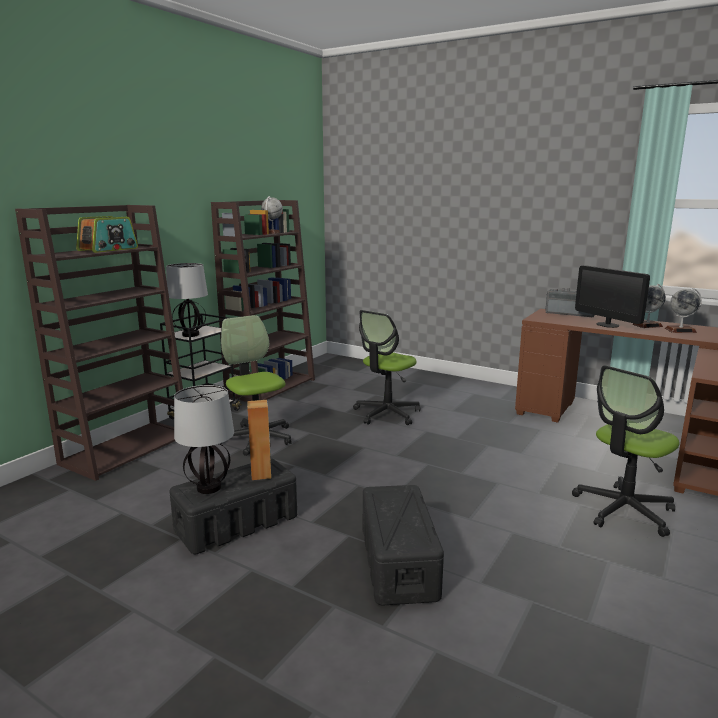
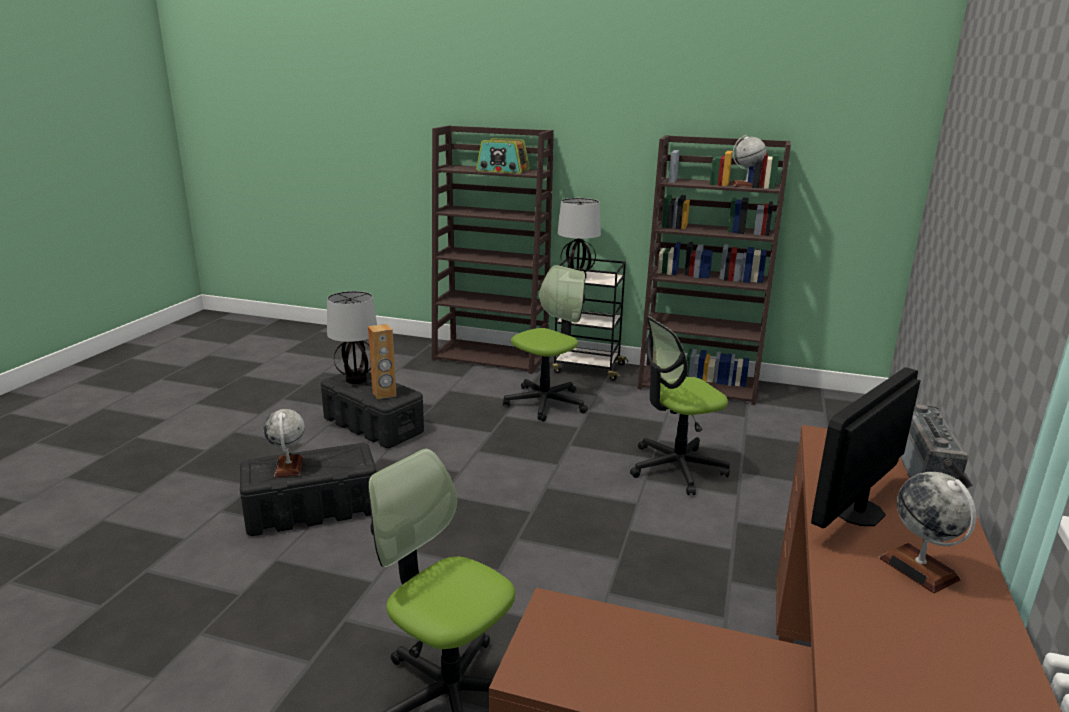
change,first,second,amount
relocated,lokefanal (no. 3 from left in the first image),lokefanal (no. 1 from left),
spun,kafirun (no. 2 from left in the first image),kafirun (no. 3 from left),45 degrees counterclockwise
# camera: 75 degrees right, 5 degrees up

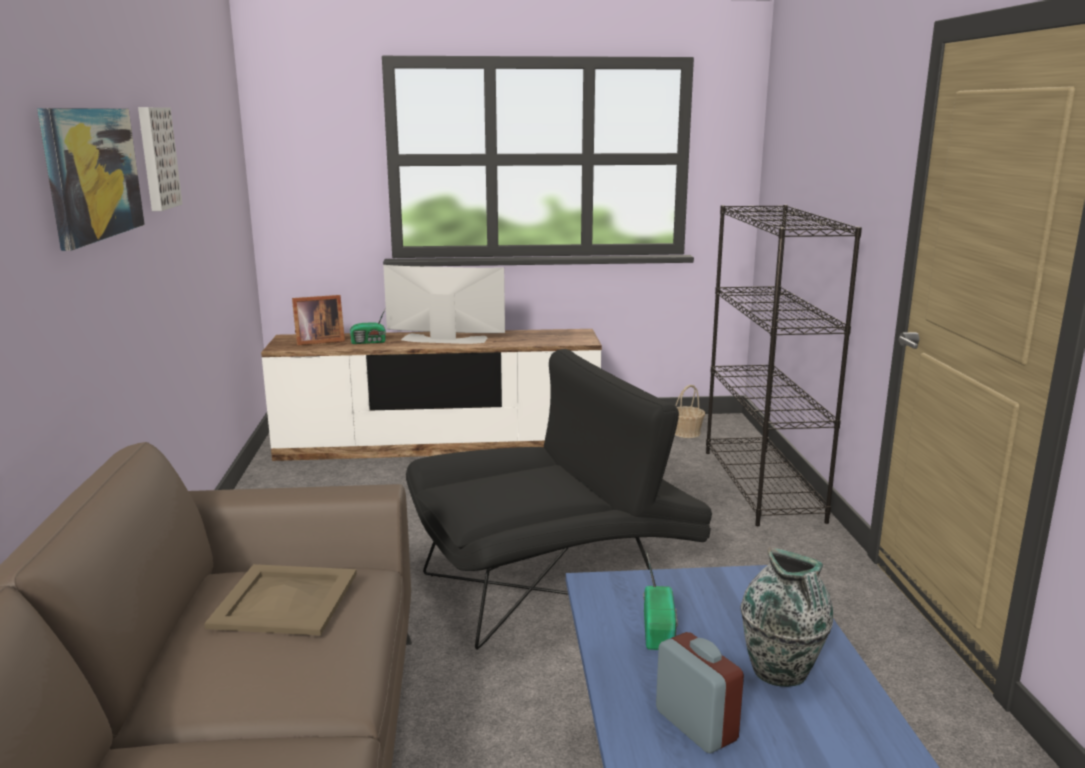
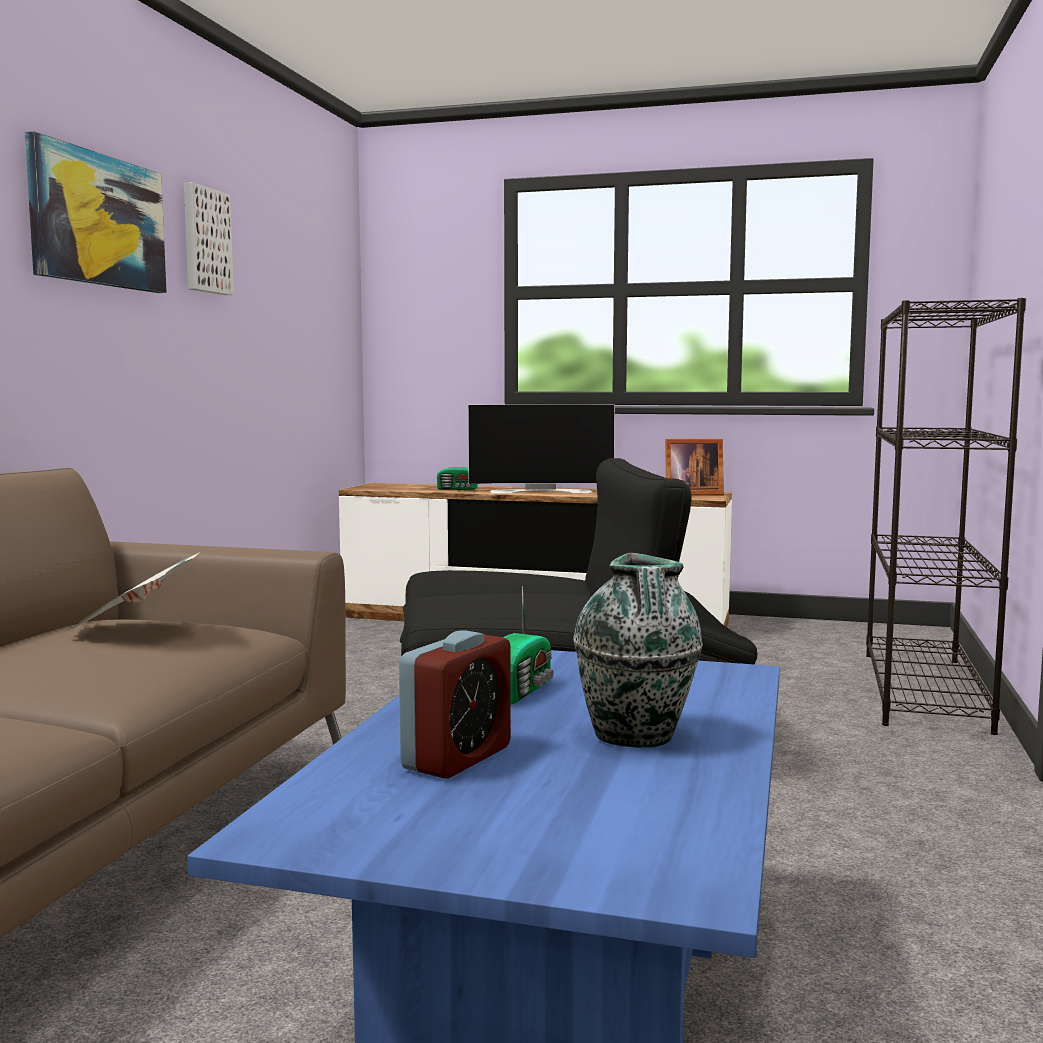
change,first,second,amount
missing,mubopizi,,
relocated,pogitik,,
exchanged,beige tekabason,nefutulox,
spun,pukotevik,,150 degrees clockwise
spun,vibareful,,45 degrees clockwise
# camera: 20 degrees right, 10 degrees down

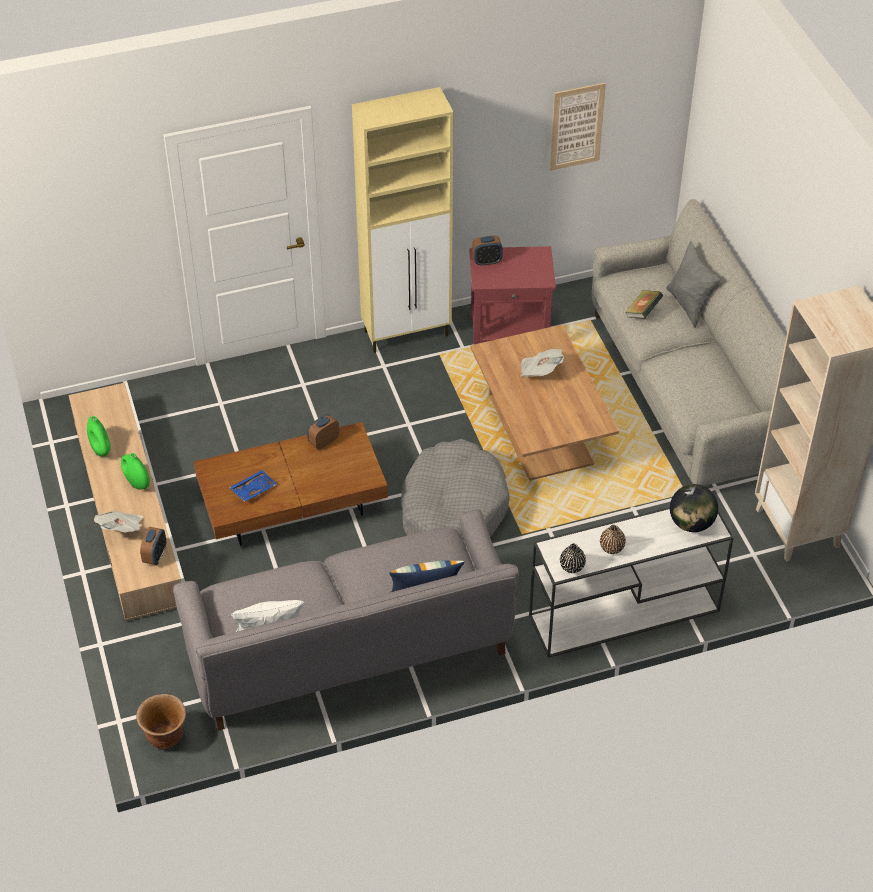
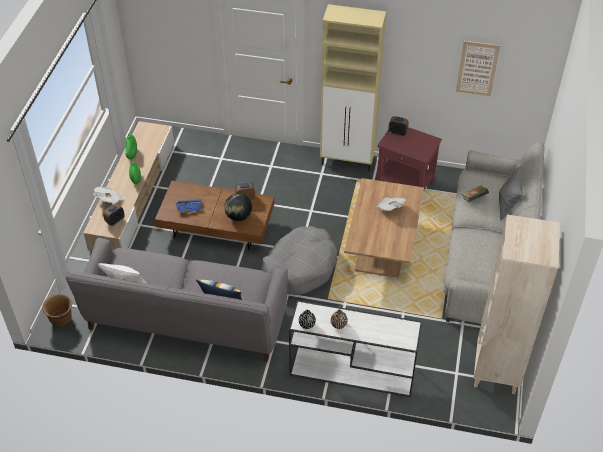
change,first,second,amount
relocated,lokefanal,,
# camera: 30 degrees right, 0 degrees up

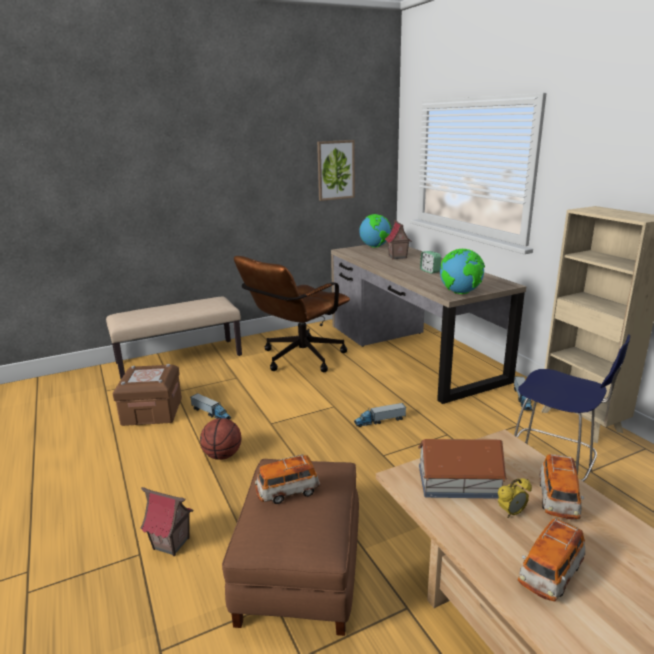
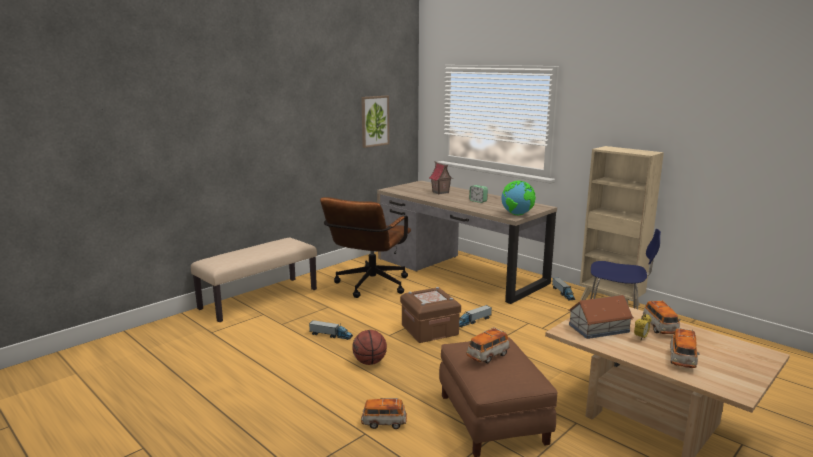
change,first,second,amount
missing,lokefanal (no. 1 from left),,
relocated,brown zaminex,,
exchanged,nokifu (no. 1 from left),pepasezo (no. 1 from left),
# camera: 20 degrees left, 5 degrees down

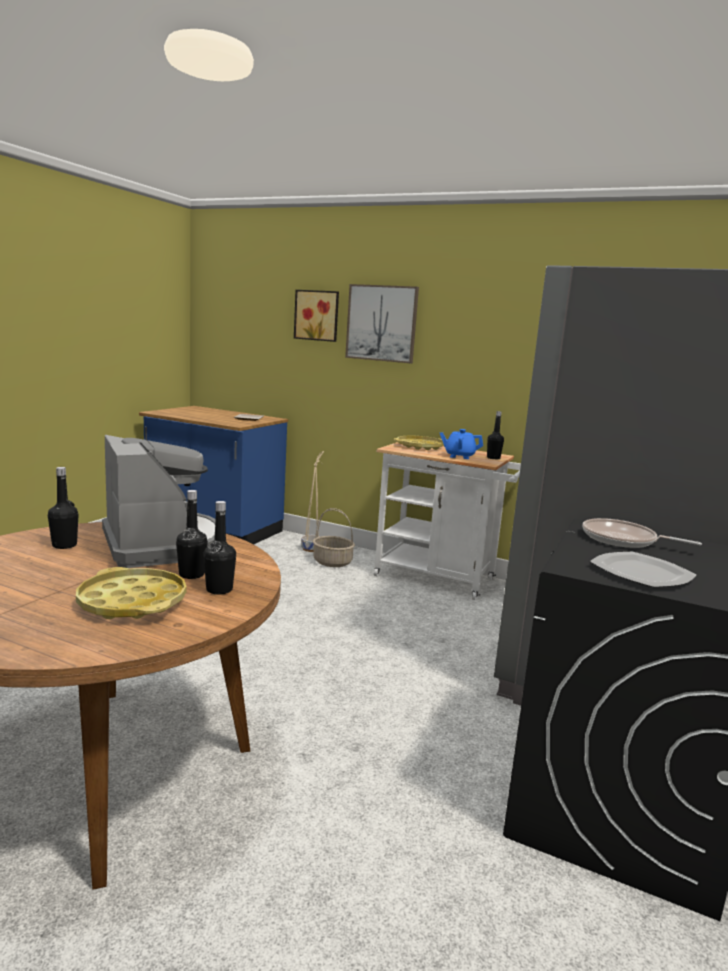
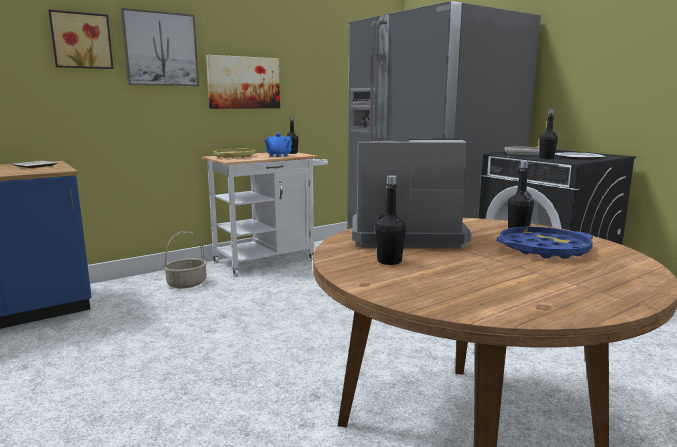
change,first,second,amount
missing,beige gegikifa,,
appeared,,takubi (no. 3 from left),
relocated,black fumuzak (no. 2 from left in the first image),black fumuzak (no. 4 from left),
colour,yellow tekabason (no. 1 from left),blue tekabason,
# camera: 60 degrees left, 0 degrees up

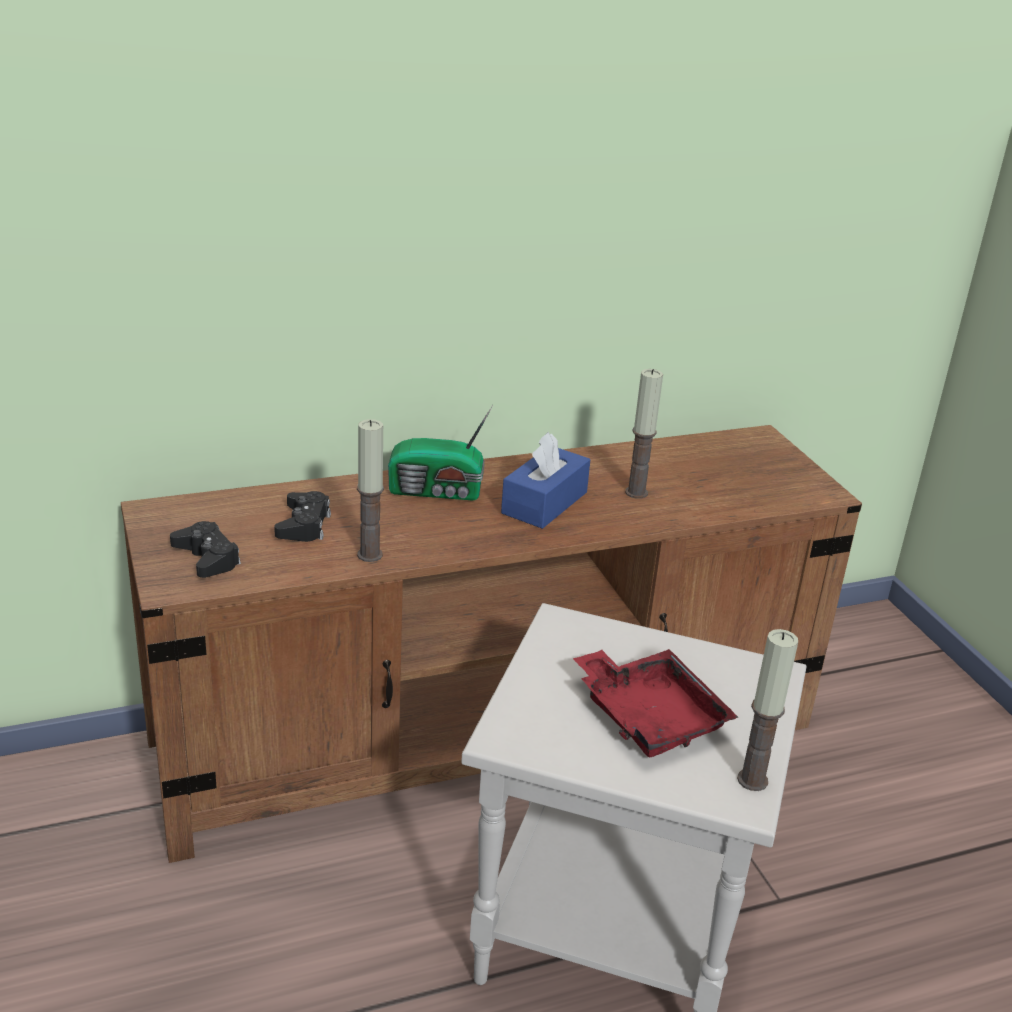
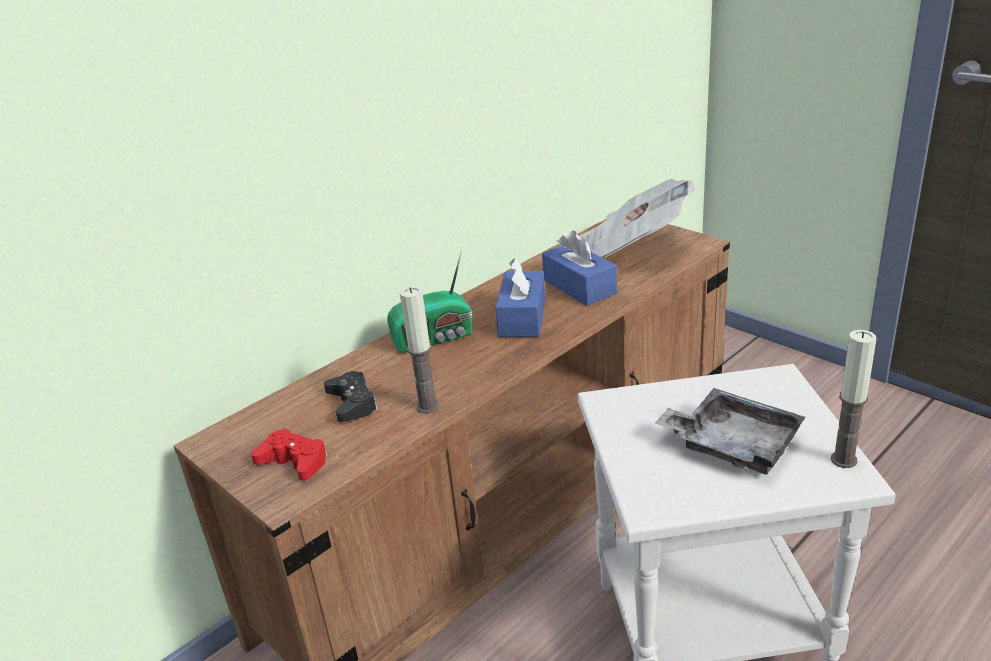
change,first,second,amount
appeared,,nefutulox,
exchanged,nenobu (no. 2 from left),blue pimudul (no. 2 from left),
colour,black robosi (no. 1 from left),red robosi,
colour,red tekabason,grey tekabason,
# camera: 20 degrees left, 0 degrees up

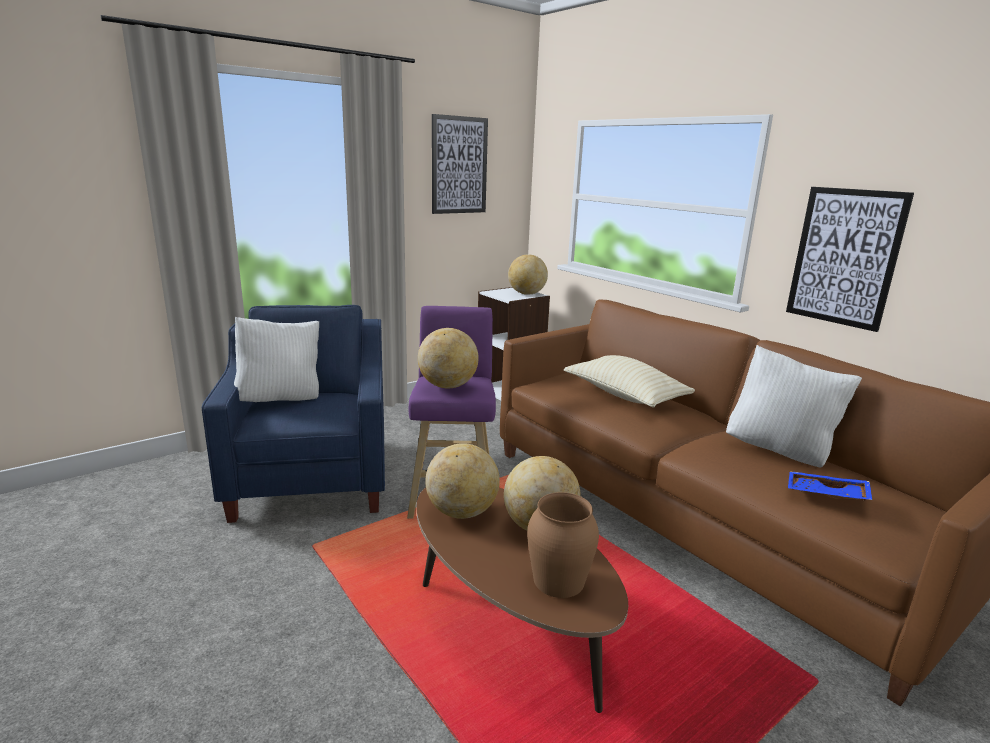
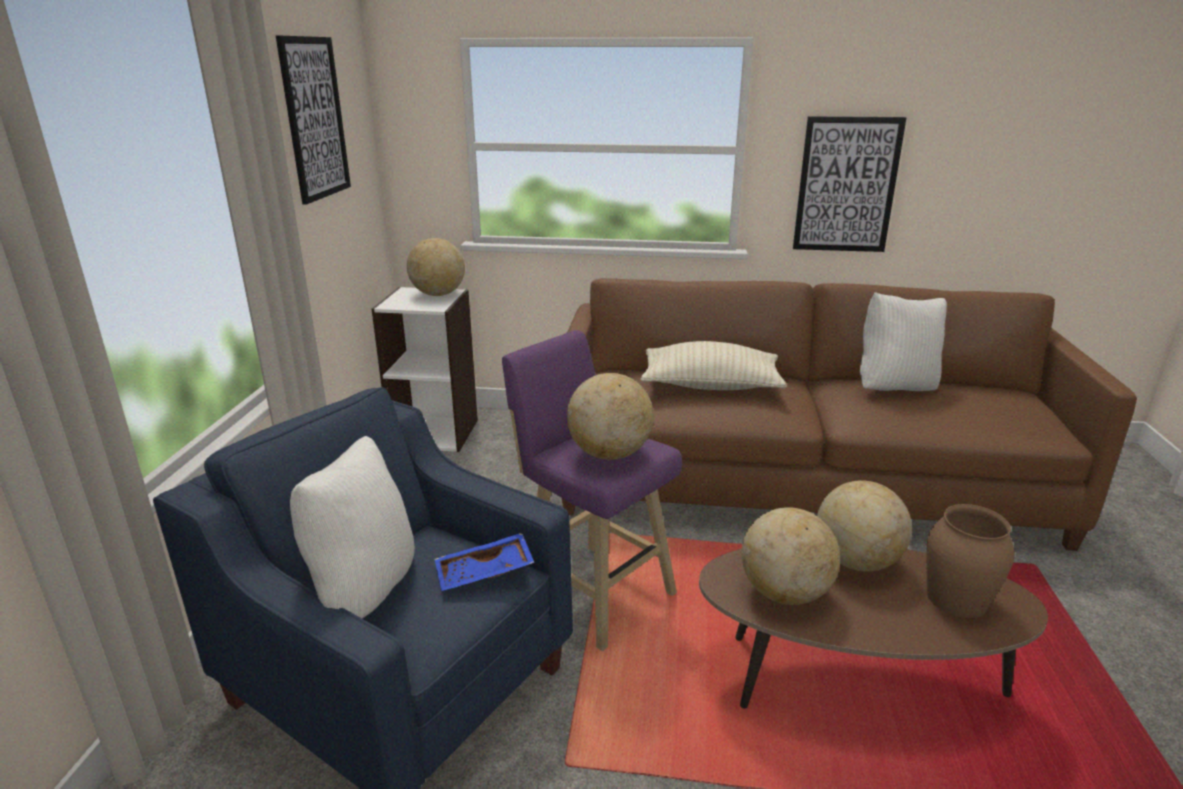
change,first,second,amount
relocated,blue tekabason,,
# camera: 45 degrees left, 5 degrees up

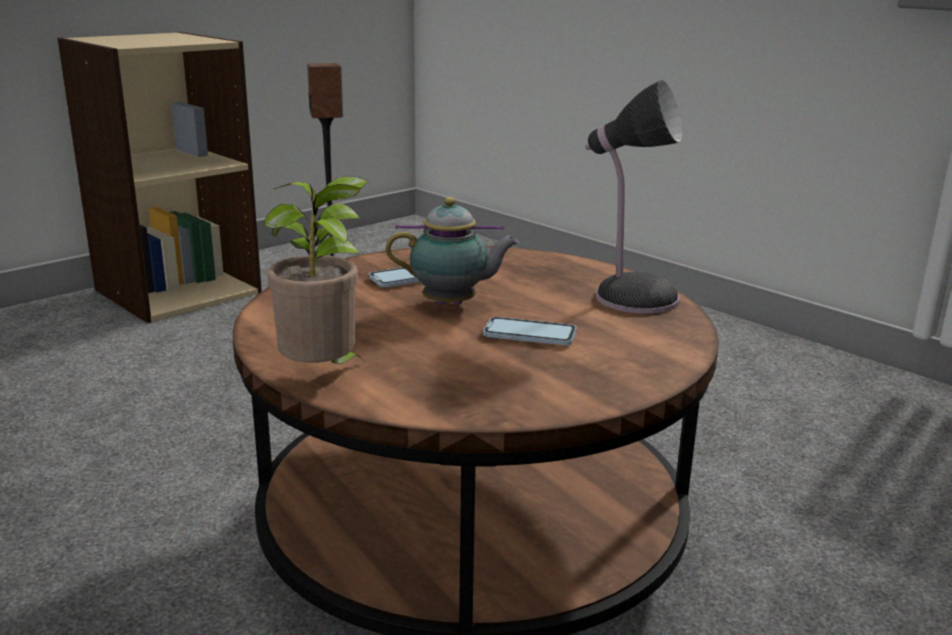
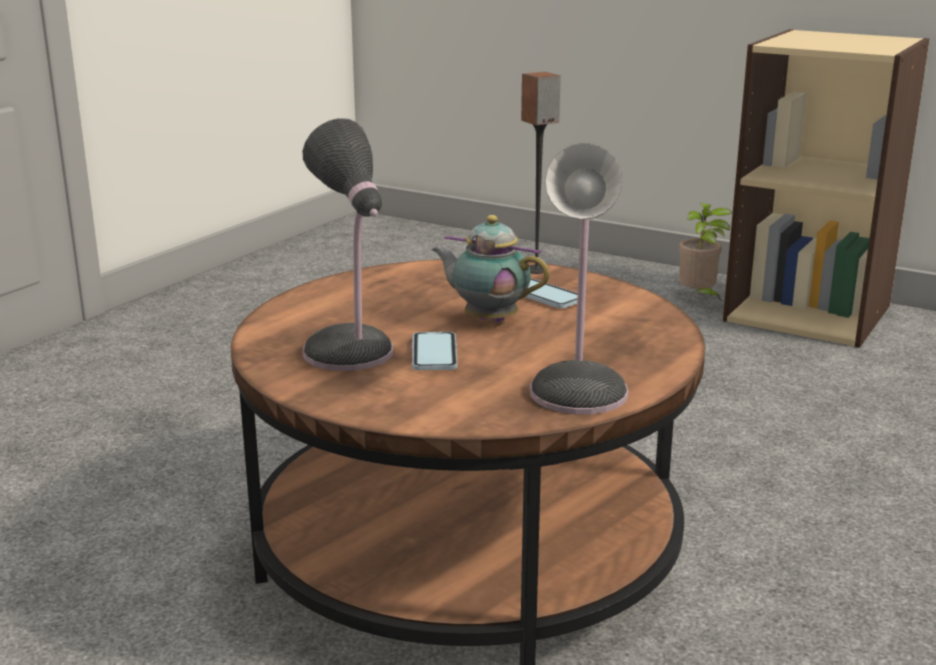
change,first,second,amount
appeared,,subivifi (no. 1 from left),
relocated,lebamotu,,
spun,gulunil,,135 degrees clockwise
# camera: 75 degrees right, 0 degrees up

